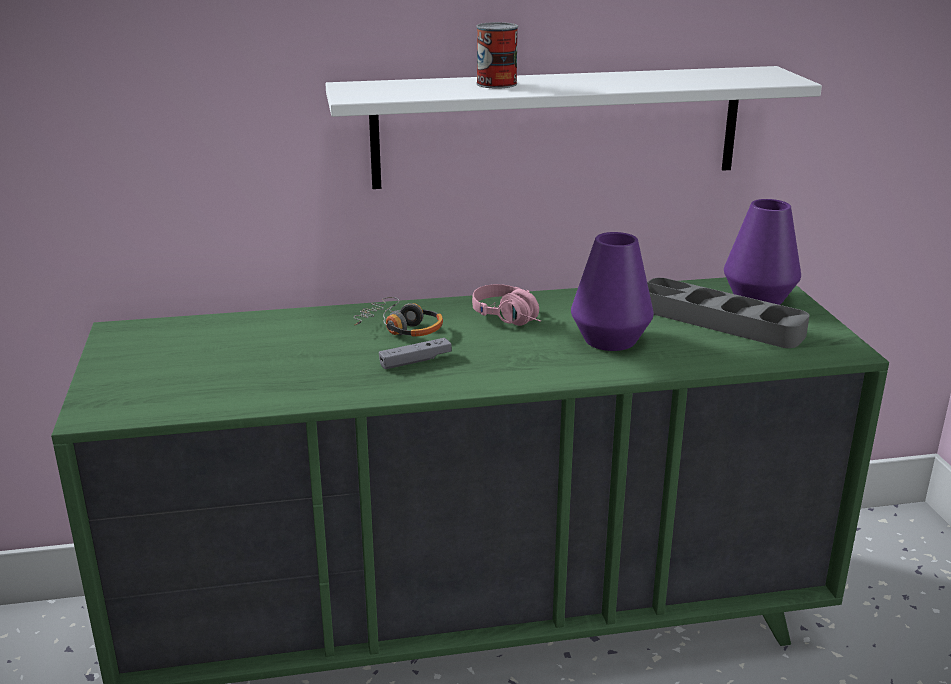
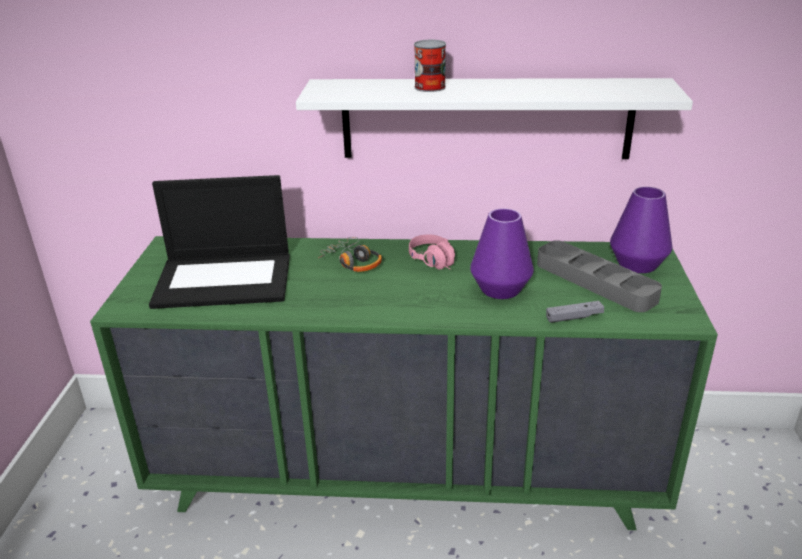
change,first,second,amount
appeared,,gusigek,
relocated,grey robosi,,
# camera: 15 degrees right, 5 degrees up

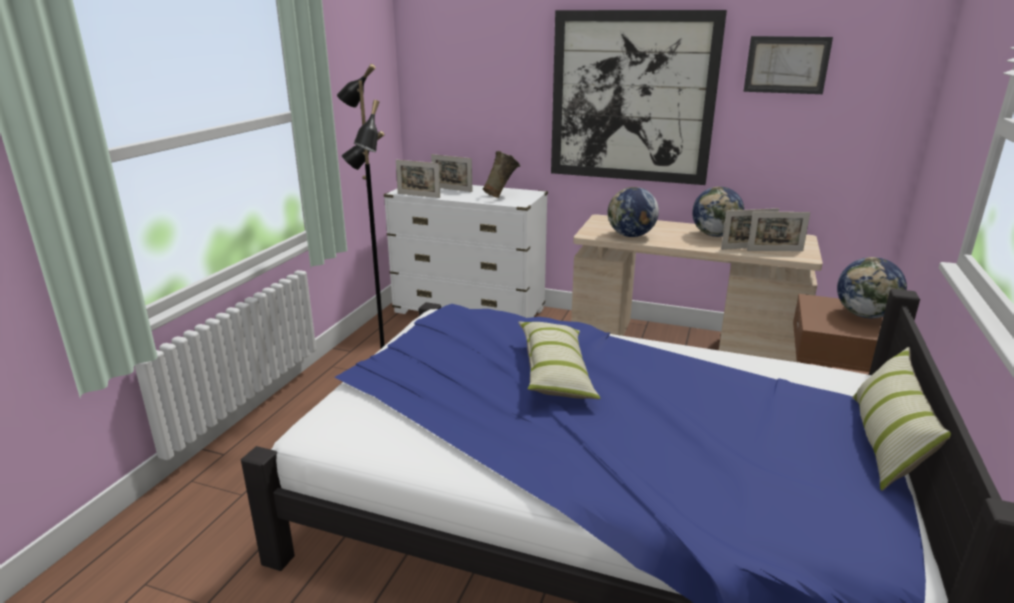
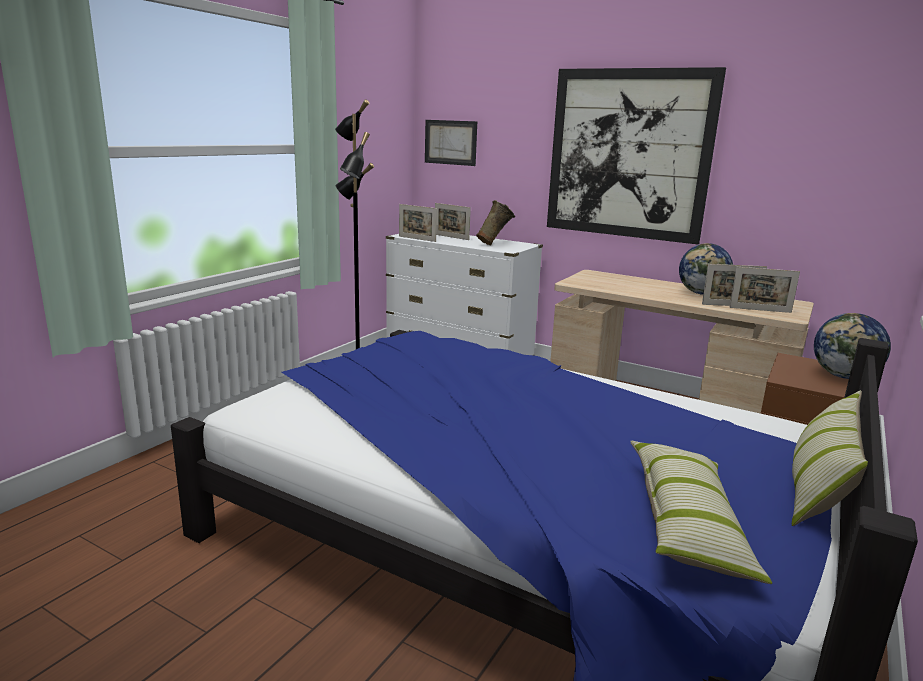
change,first,second,amount
missing,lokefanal (no. 1 from left),,
relocated,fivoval (no. 1 from left),,
relocated,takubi (no. 2 from left in the first image),takubi (no. 1 from left),
# camera: 10 degrees right, 5 degrees down

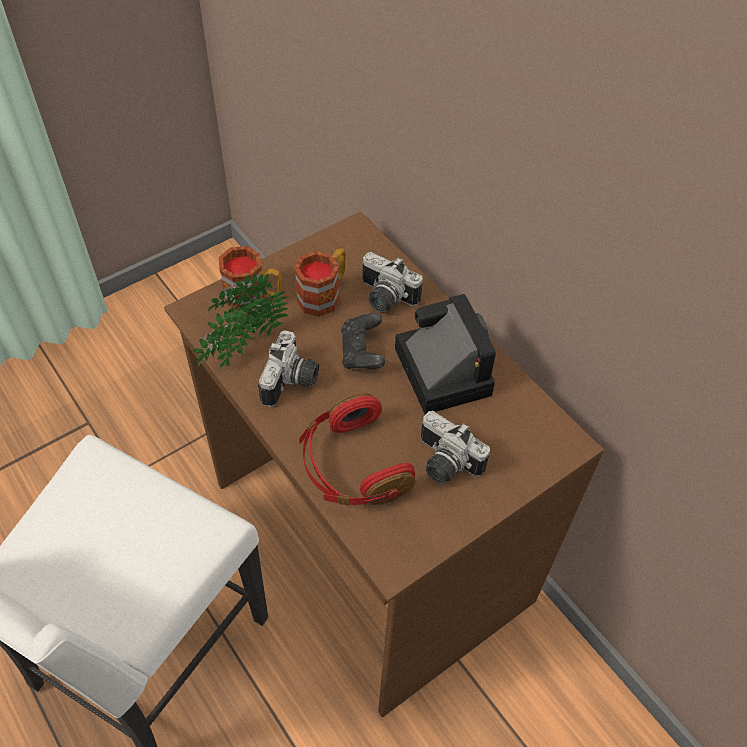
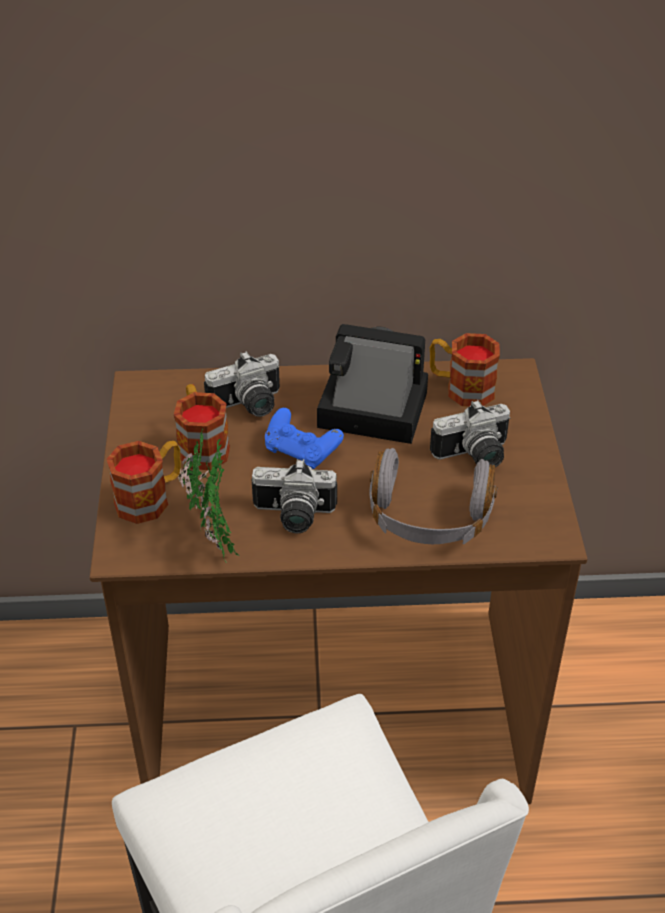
change,first,second,amount
appeared,,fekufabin (no. 3 from left),
colour,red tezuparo,grey tezuparo,
colour,black robosi,blue robosi,
spun,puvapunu (no. 1 from left in the first image),puvapunu (no. 2 from left),135 degrees clockwise
# camera: 55 degrees left, 10 degrees down

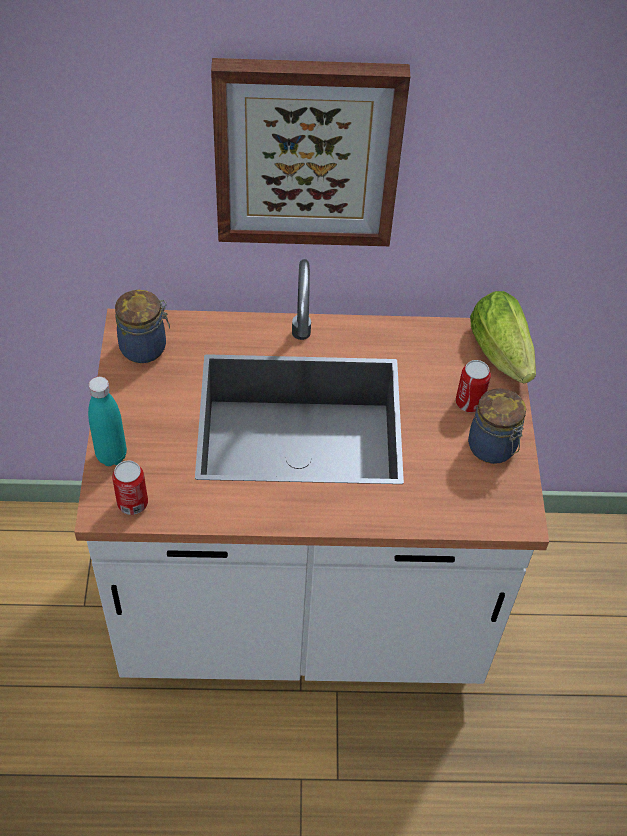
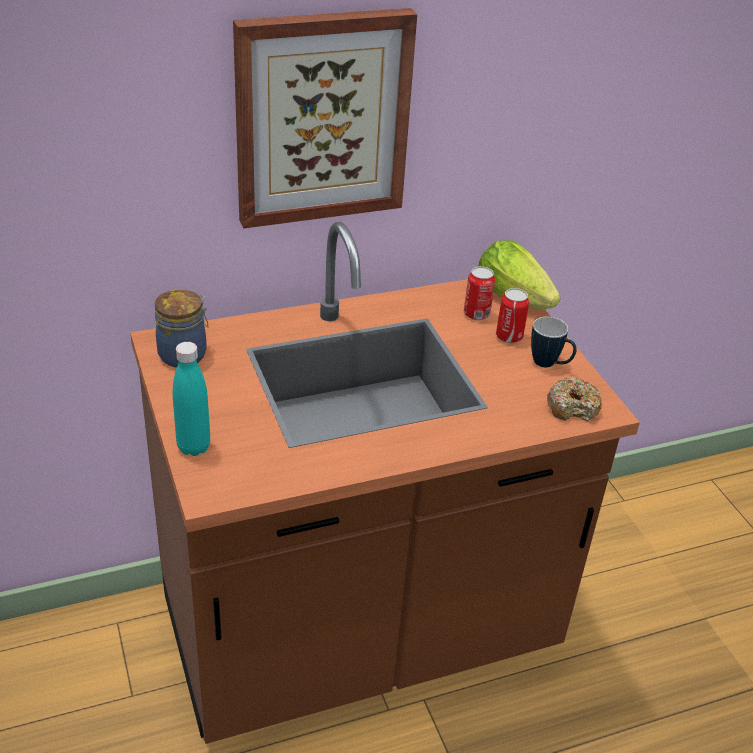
change,first,second,amount
appeared,,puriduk,
relocated,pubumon (no. 1 from left),,
exchanged,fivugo (no. 2 from left),fekufabin,
colour,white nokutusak,brown nokutusak,
# camera: 20 degrees left, 15 degrees down

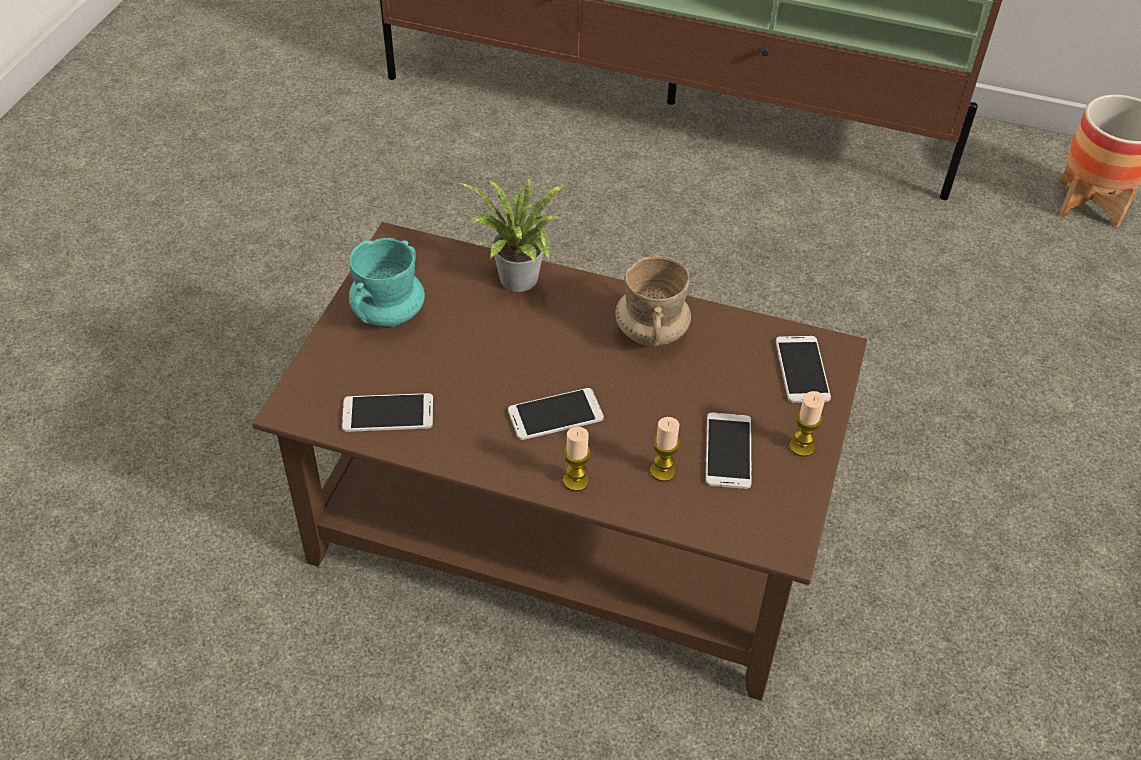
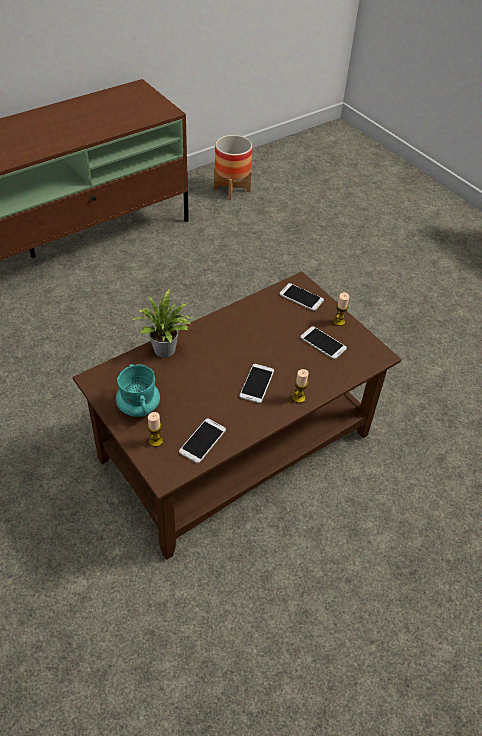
change,first,second,amount
missing,beige fekufabin,,
relocated,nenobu (no. 2 from left in the first image),nenobu (no. 1 from left),
# camera: 55 degrees left, 0 degrees up

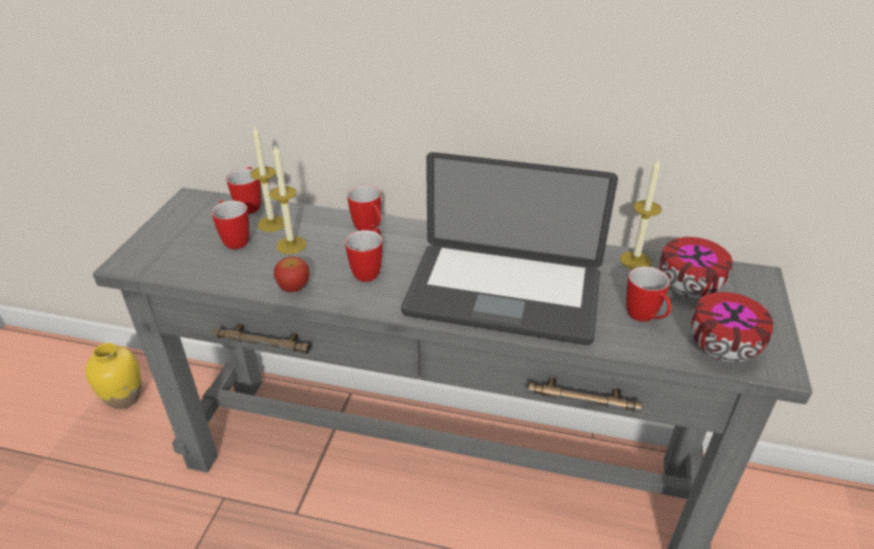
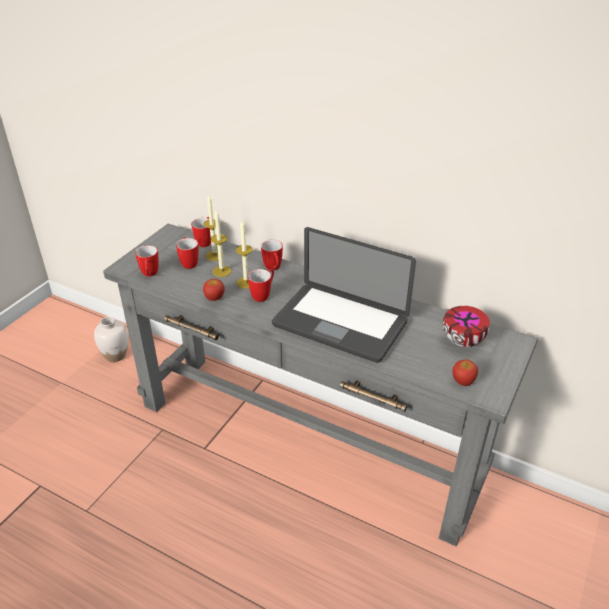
change,first,second,amount
relocated,nenobu (no. 3 from left),,
relocated,fekufabin (no. 5 from left in the first image),fekufabin (no. 1 from left),
exchanged,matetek (no. 2 from left),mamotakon (no. 2 from left),
colour,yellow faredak,white faredak,
# camera: 15 degrees right, 0 degrees up

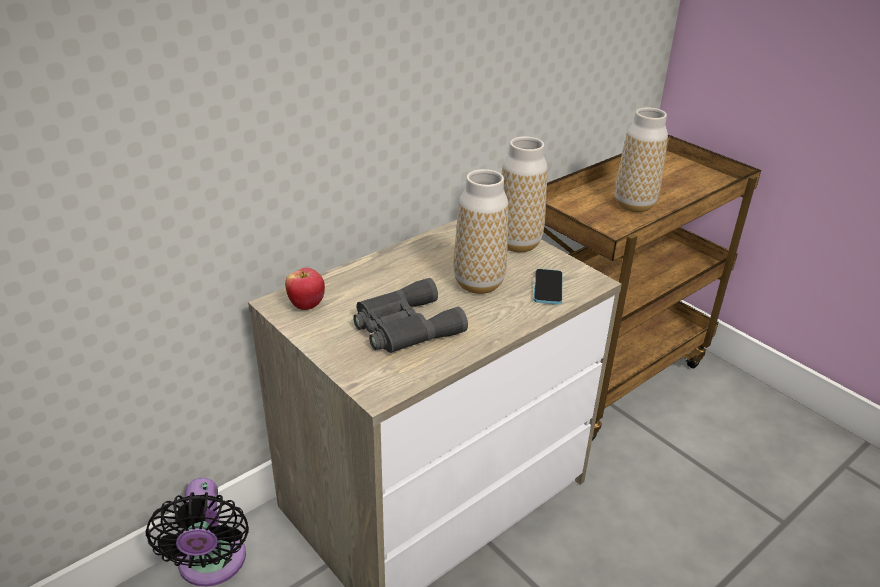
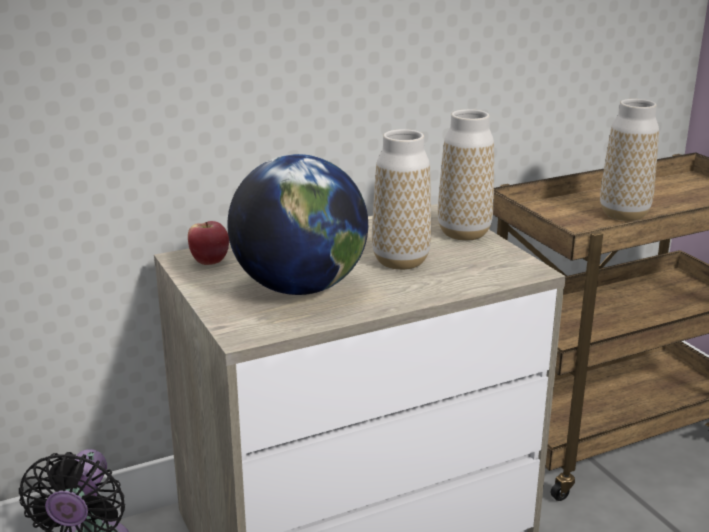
change,first,second,amount
missing,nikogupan,,
exchanged,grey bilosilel,lokefanal,
# camera: 15 degrees right, 10 degrees down

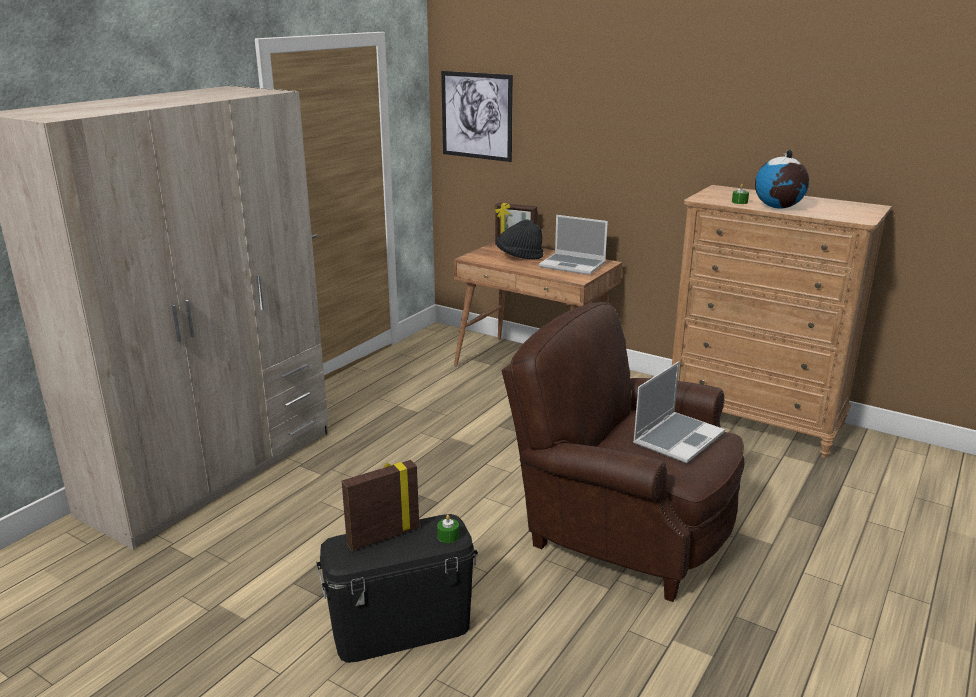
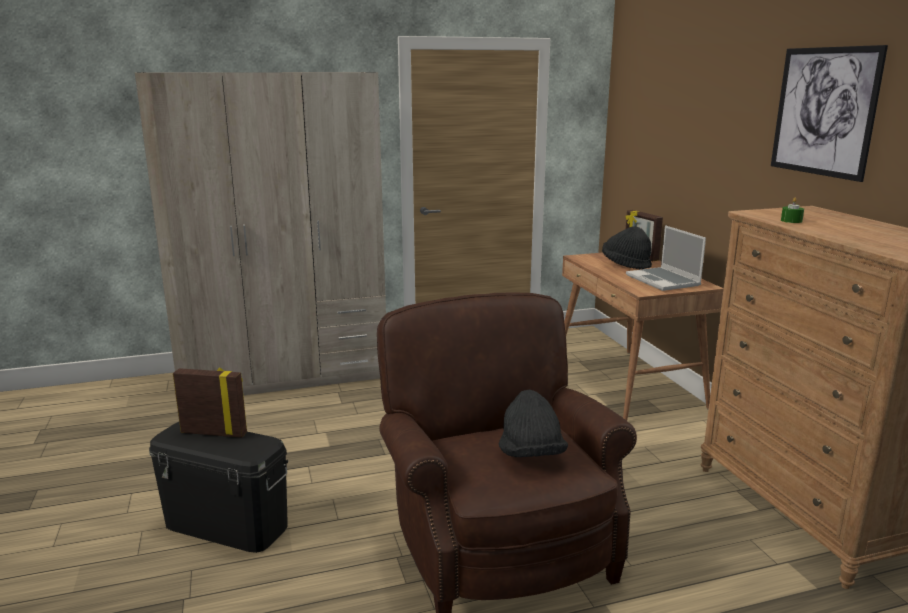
change,first,second,amount
missing,green nenobu (no. 1 from left),,
missing,lokefanal,,
relocated,takubi,,
exchanged,gusigek (no. 2 from left),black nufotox (no. 1 from left),
# camera: 40 degrees right, 5 degrees down

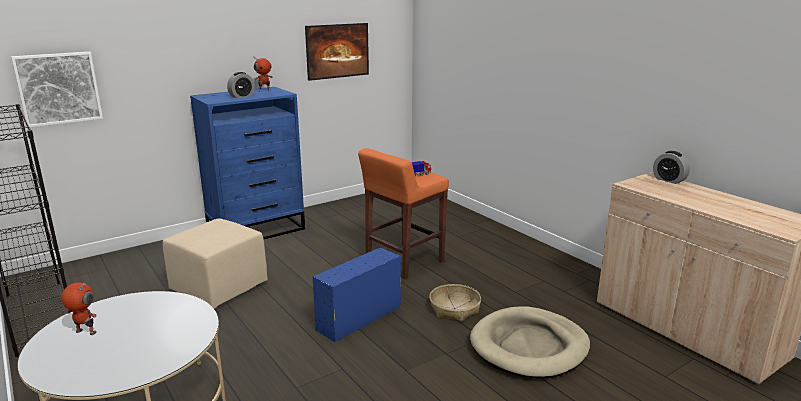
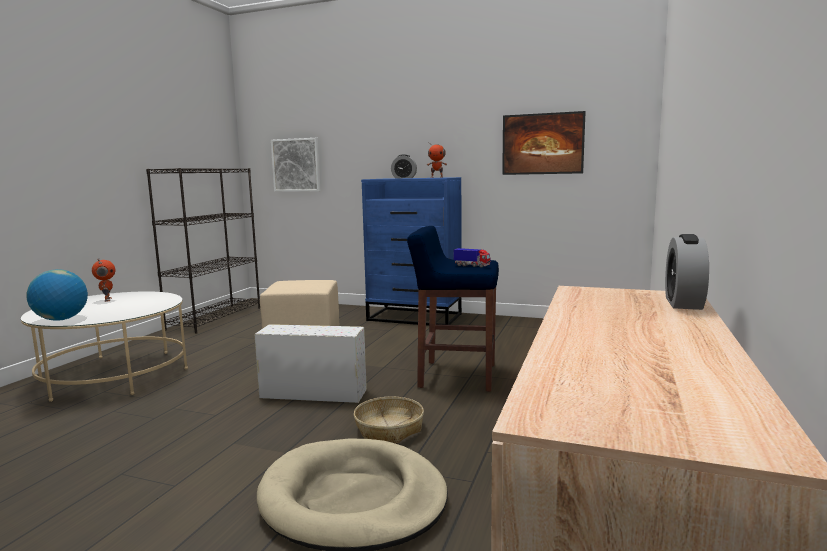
change,first,second,amount
appeared,,lokefanal,
colour,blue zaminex,white zaminex,
colour,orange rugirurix,blue rugirurix,
# camera: 55 degrees right, 10 degrees down

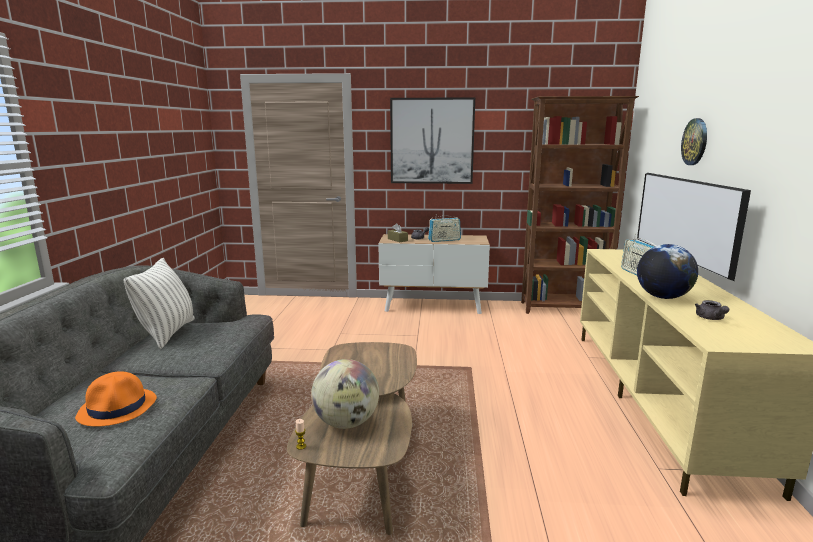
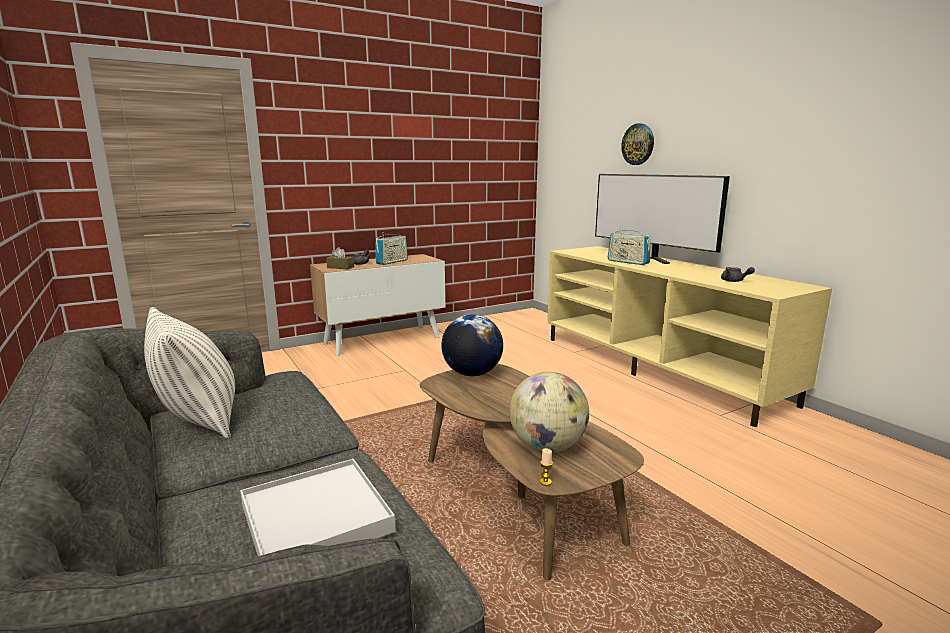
change,first,second,amount
missing,takubi,,
missing,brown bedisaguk,,
relocated,lokefanal (no. 2 from left in the first image),lokefanal (no. 1 from left),
exchanged,orange nufotox,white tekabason,
# camera: 35 degrees left, 0 degrees up

